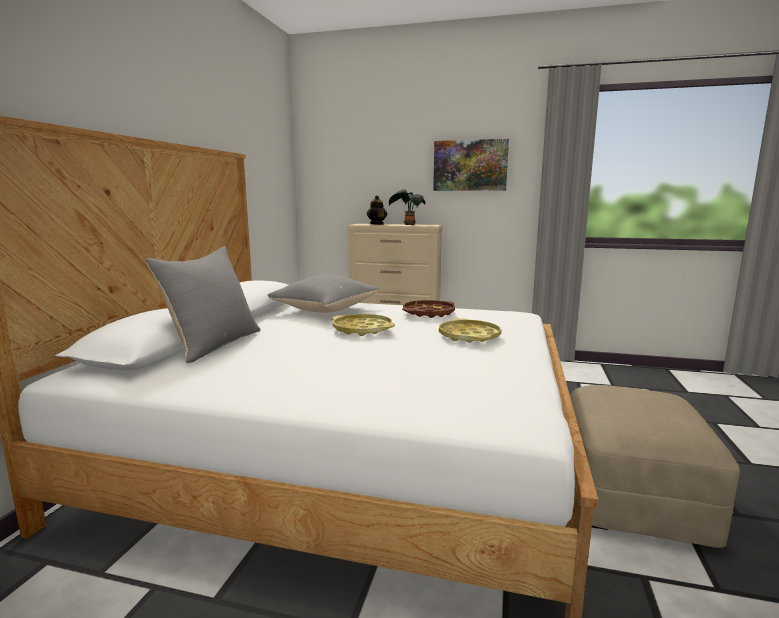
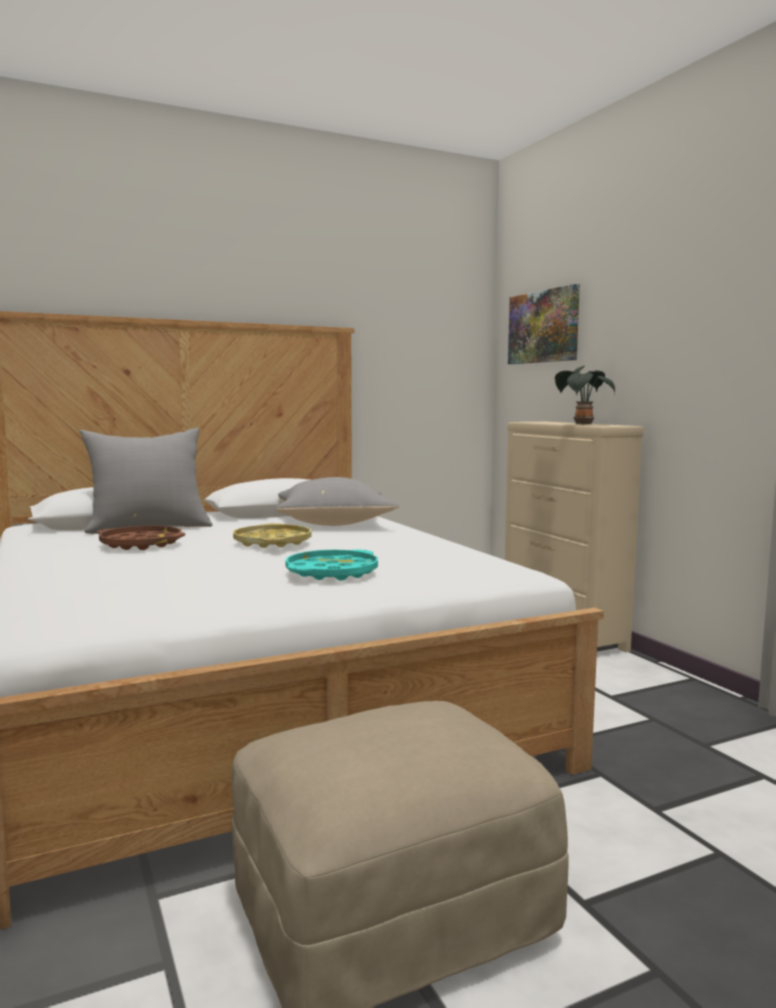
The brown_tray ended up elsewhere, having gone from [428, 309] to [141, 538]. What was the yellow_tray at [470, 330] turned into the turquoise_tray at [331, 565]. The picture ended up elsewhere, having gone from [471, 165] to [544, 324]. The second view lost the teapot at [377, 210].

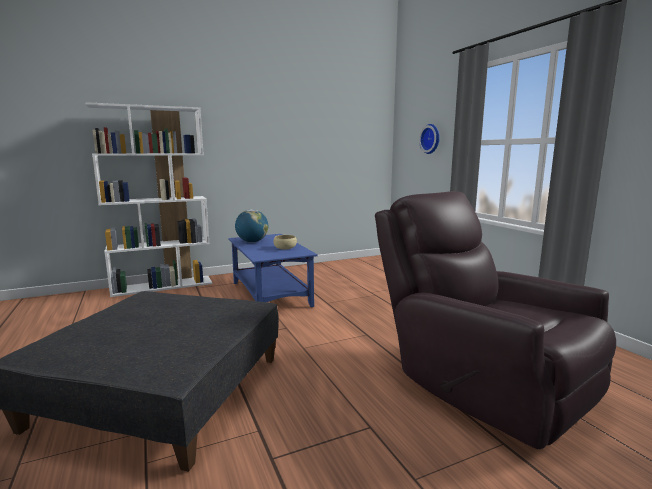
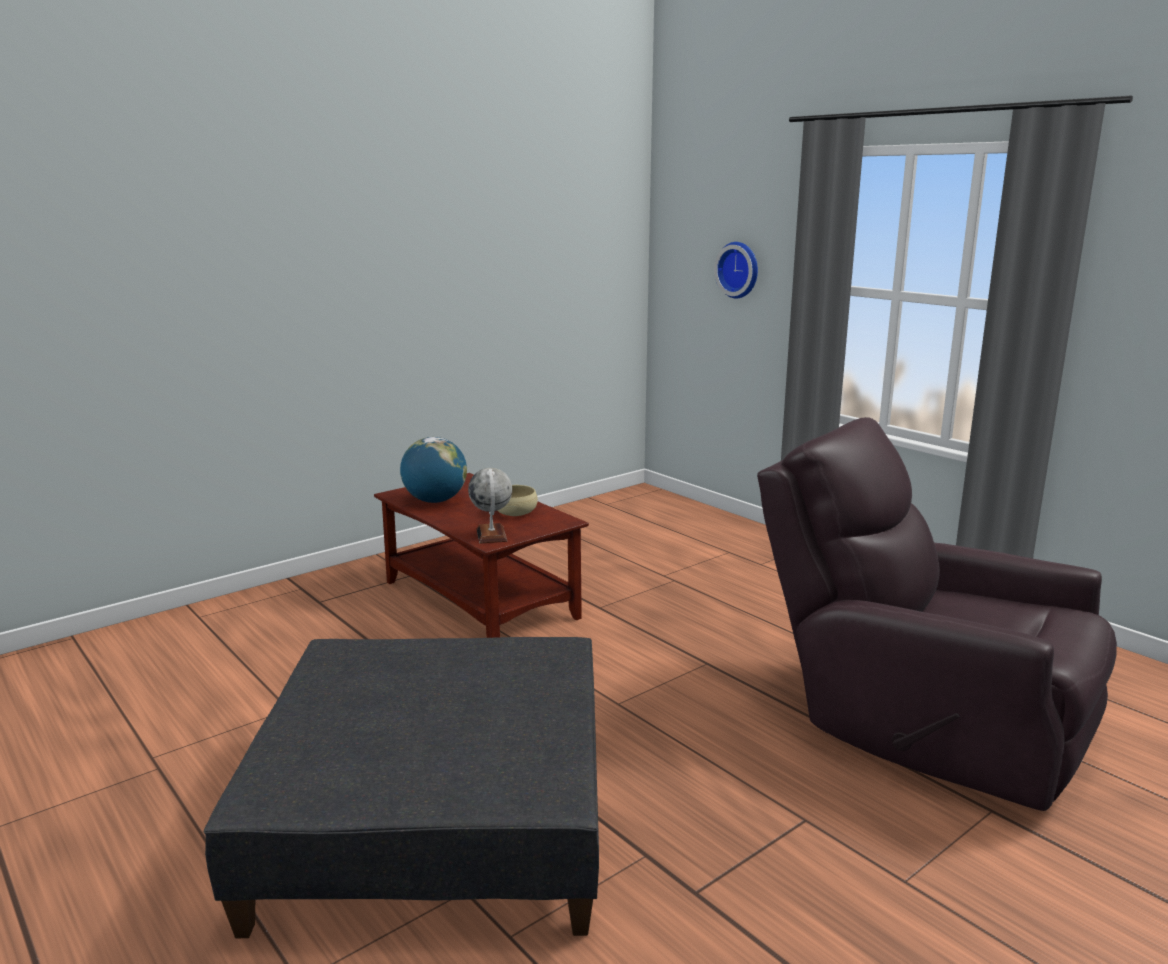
What was the blue_coffee_table at [273, 270] turned into the brown_coffee_table at [481, 555]. The second view gained the globe at [490, 506]. The second view lost the white_bookcase at [148, 199].

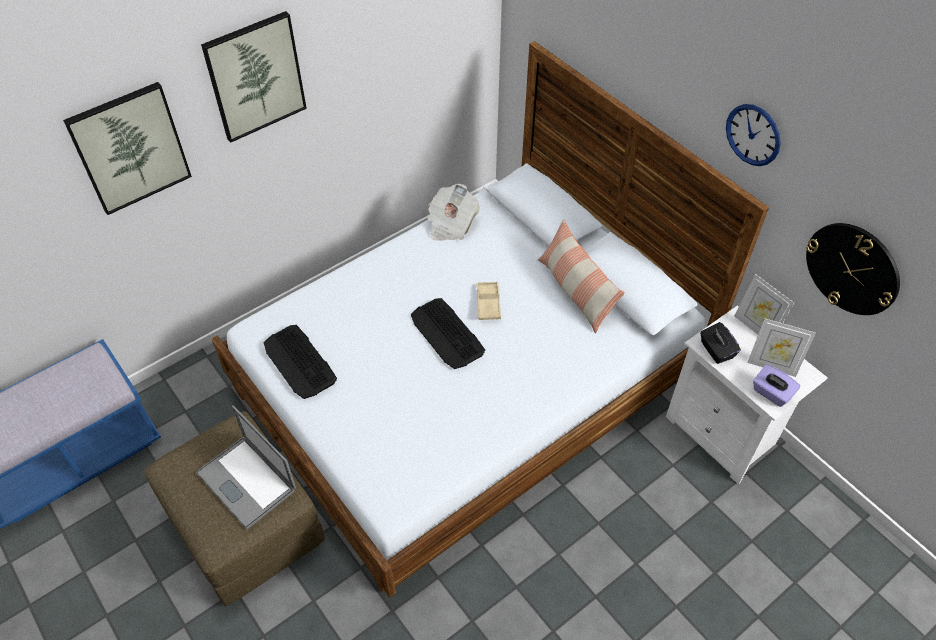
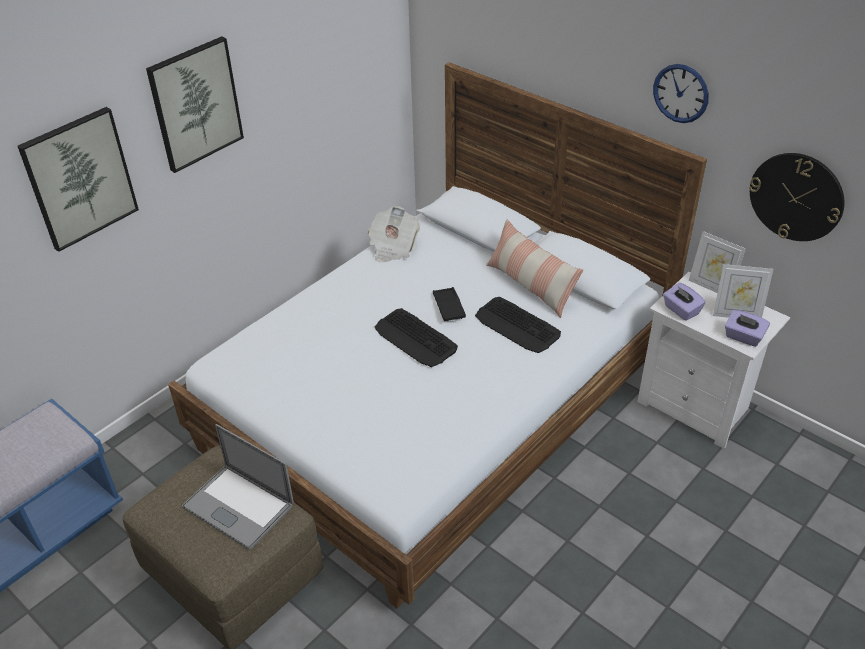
What was the beige_tray at [489, 300] turned into the black_tray at [449, 304]. The keyboard ended up elsewhere, having gone from [300, 362] to [518, 325]. What was the black_tissue_box at [720, 343] turned into the purple_tissue_box at [684, 302].

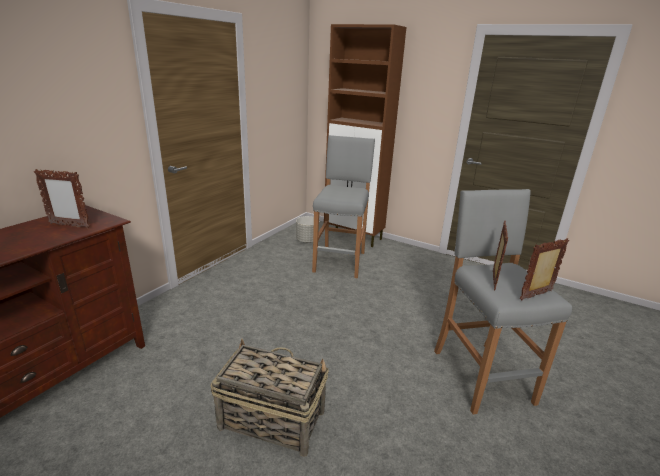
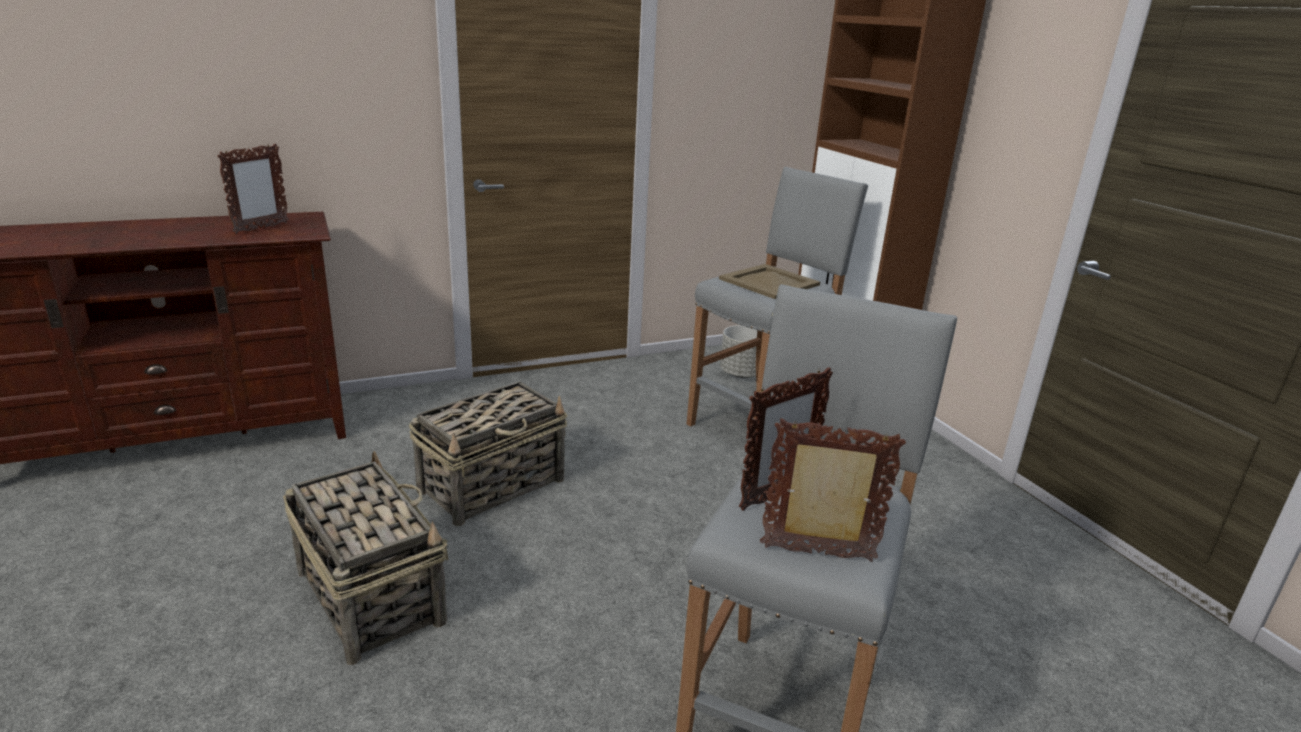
The picture_frame at [62, 198] ended up facing another way, 105 degrees counterclockwise from before. The second view gained the basket at [488, 453]. The second view gained the beige_tray at [769, 281].

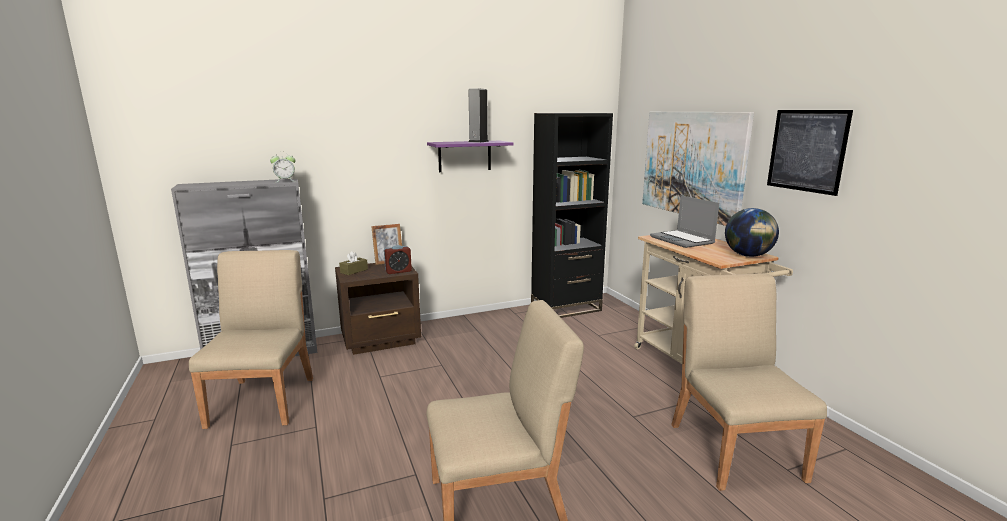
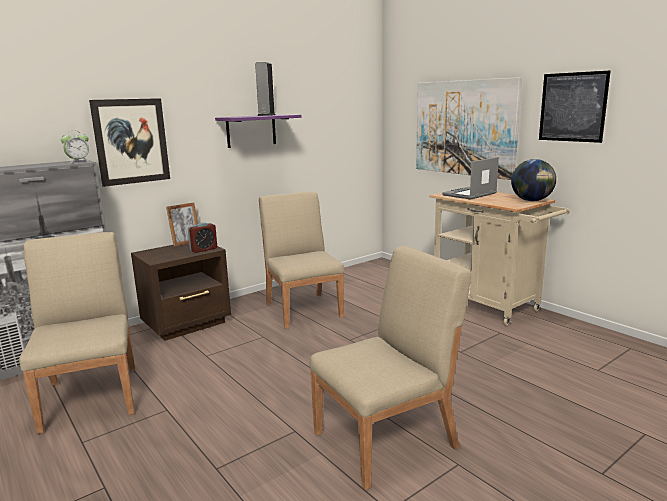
The second view gained the picture at [129, 142]. The beige_chair ended up elsewhere, having gone from [749, 382] to [301, 260]. The laptop at [684, 221] ended up facing another way, 90 degrees clockwise from before. The second view lost the brown_tissue_box at [353, 263]. The second view lost the black_bookcase at [572, 215].

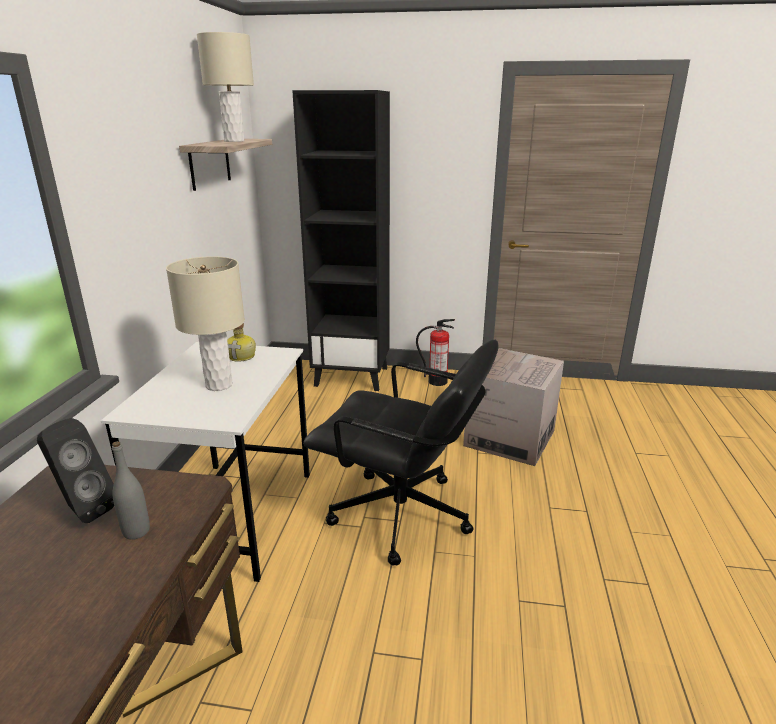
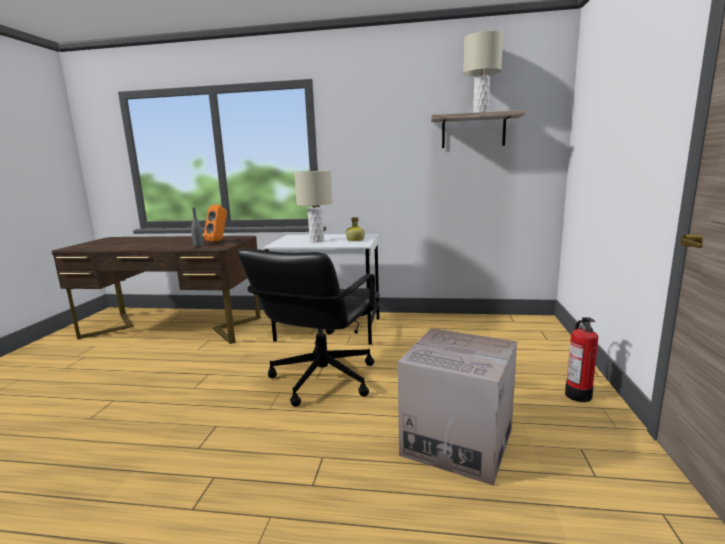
What was the black_speaker at [75, 470] turned into the orange_speaker at [215, 223]. The second view lost the black_bookcase at [341, 240].

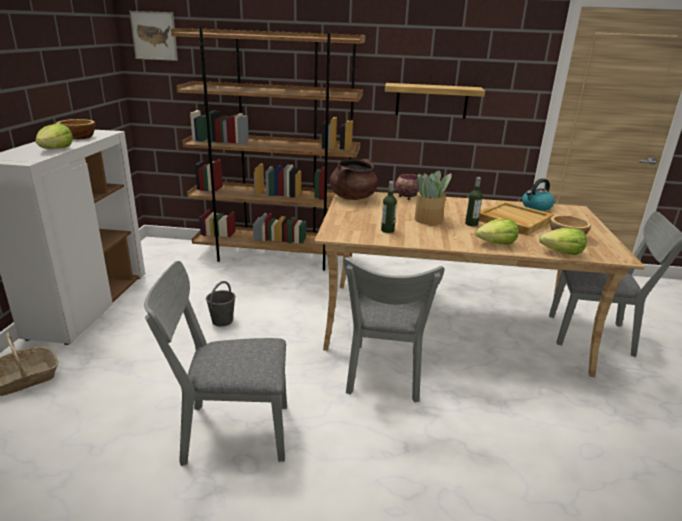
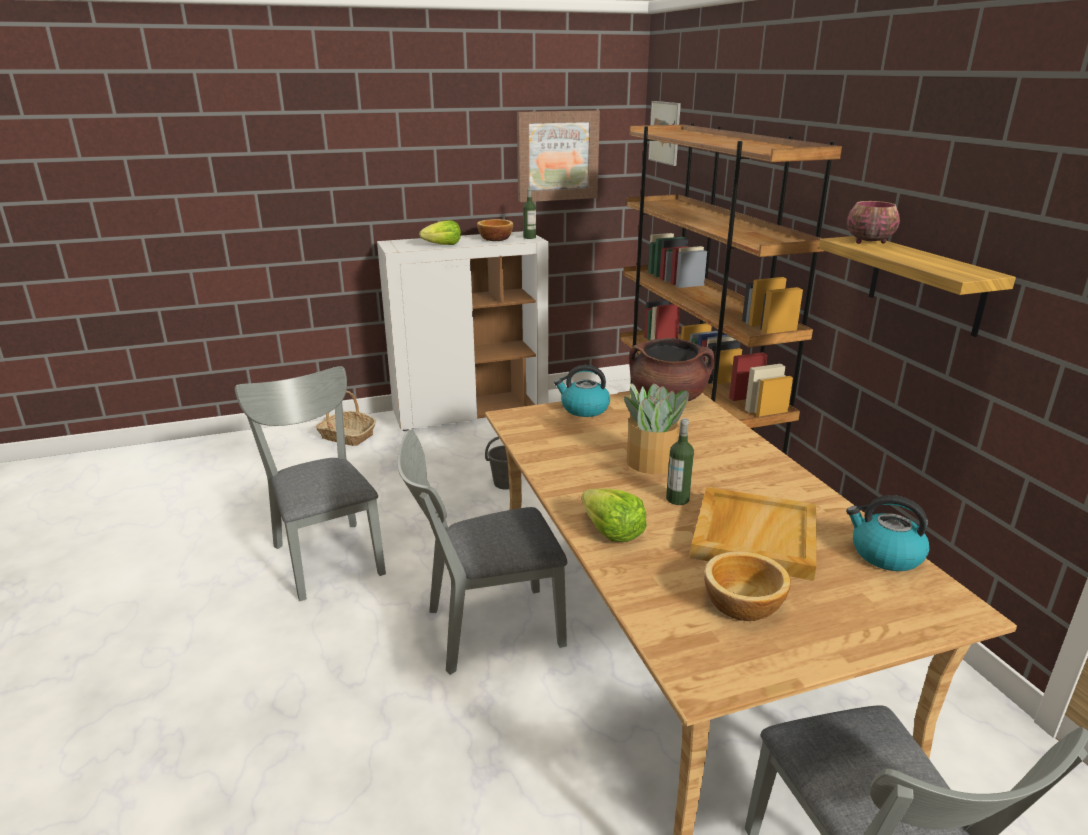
The second view gained the picture at [558, 156]. The bottle ended up elsewhere, having gone from [389, 207] to [529, 213]. The second view gained the kettle at [582, 391]. The bowl ended up elsewhere, having gone from [407, 187] to [873, 222]. The second view lost the lettuce at [563, 241].

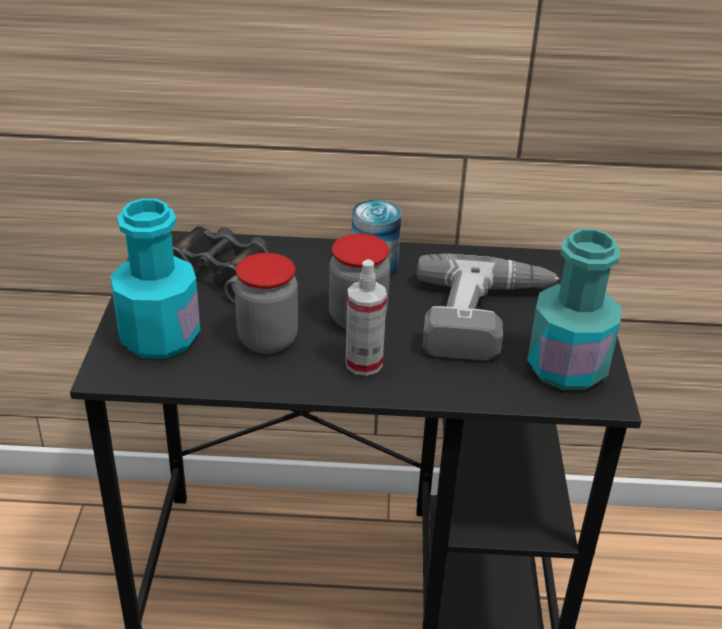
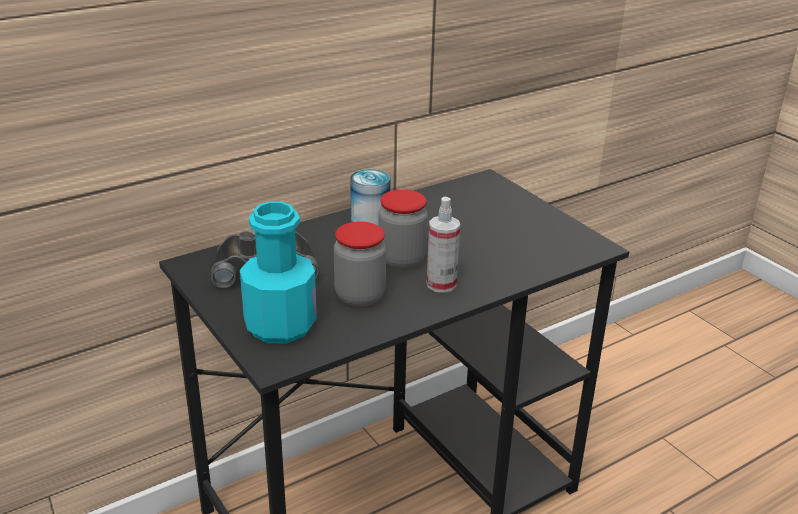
The second view lost the power_drill at [488, 307]. The second view lost the turquoise_bottle at [574, 309].

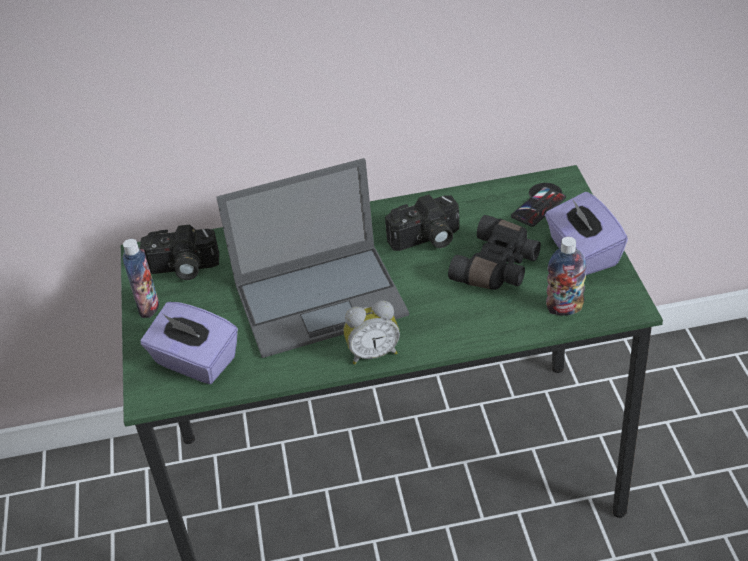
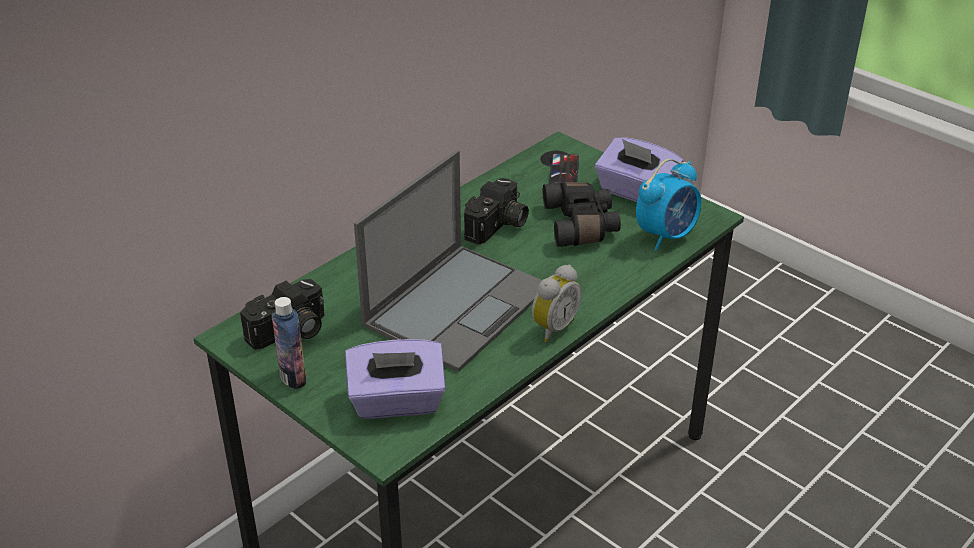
Where the bottle stood at [566, 276], the alarm_clock came to stand at [668, 205].

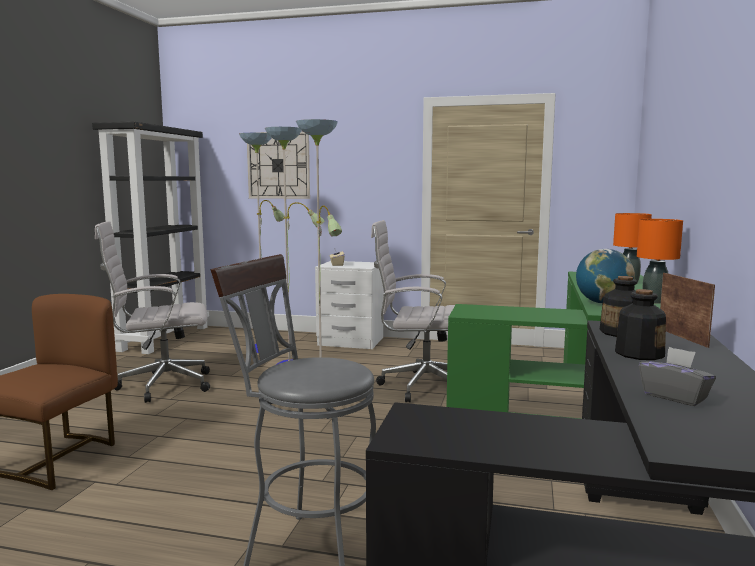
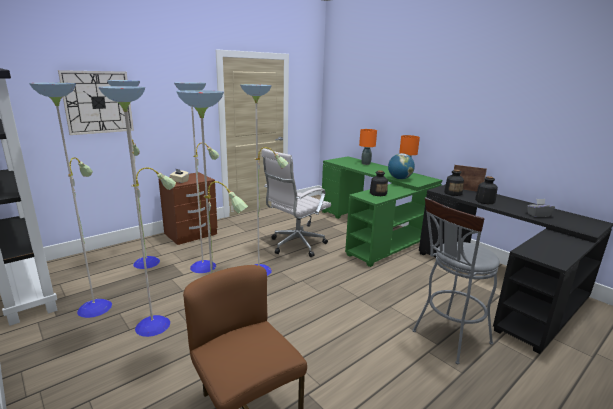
Where the white_office_chair stood at [152, 312], the floor_lamp came to stand at [138, 210]. What was the white_nightstand at [349, 305] turned into the brown_nightstand at [187, 208]. The second view gained the bottle at [379, 183].

